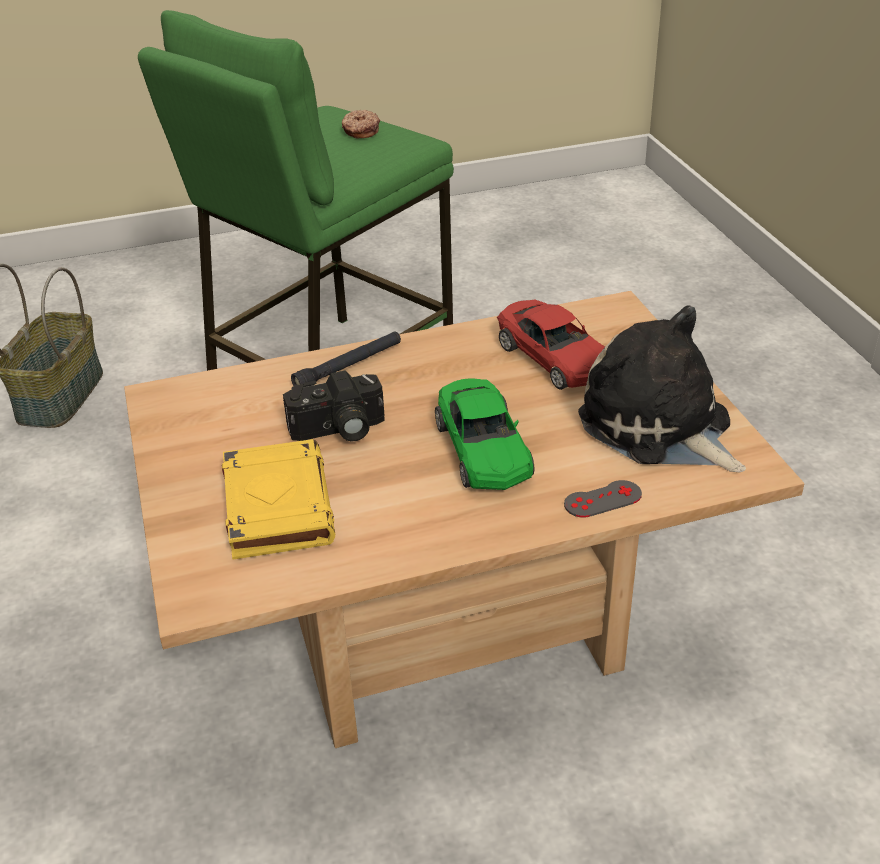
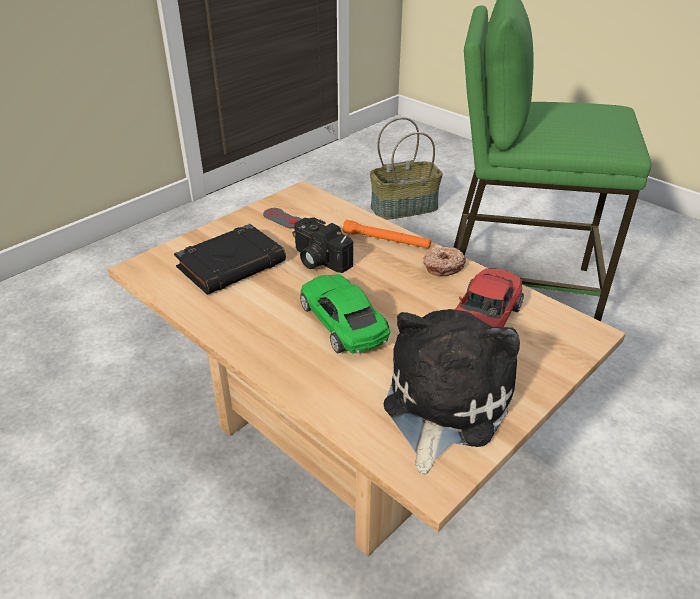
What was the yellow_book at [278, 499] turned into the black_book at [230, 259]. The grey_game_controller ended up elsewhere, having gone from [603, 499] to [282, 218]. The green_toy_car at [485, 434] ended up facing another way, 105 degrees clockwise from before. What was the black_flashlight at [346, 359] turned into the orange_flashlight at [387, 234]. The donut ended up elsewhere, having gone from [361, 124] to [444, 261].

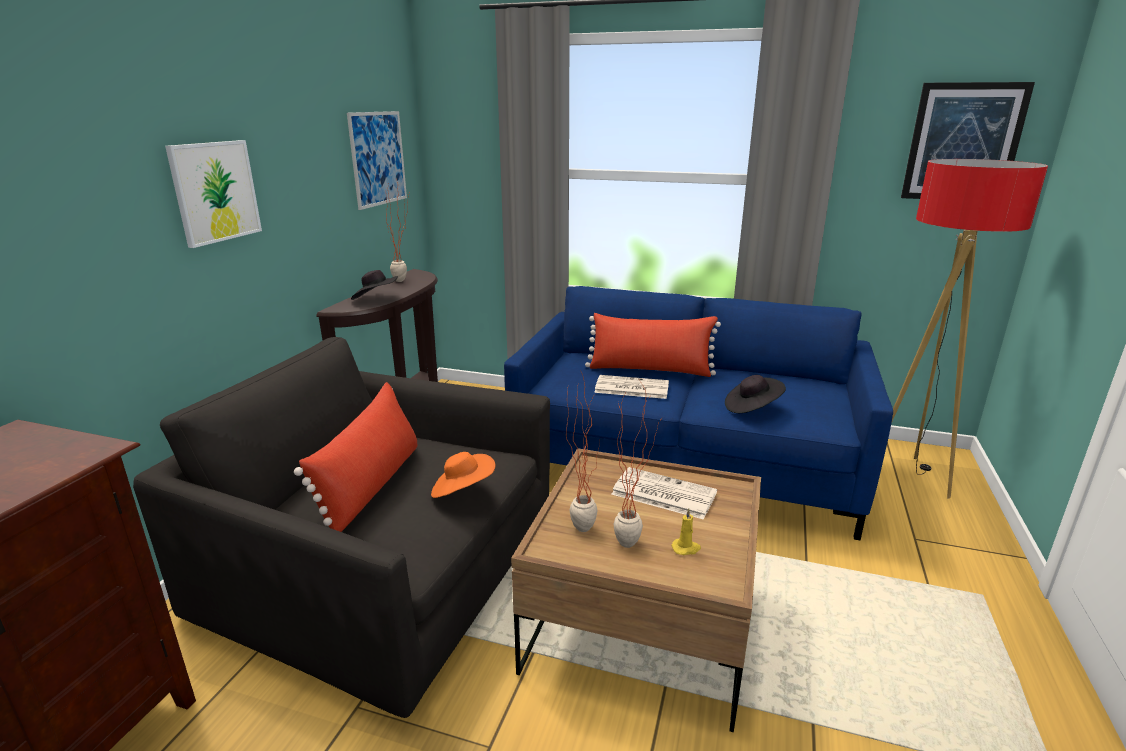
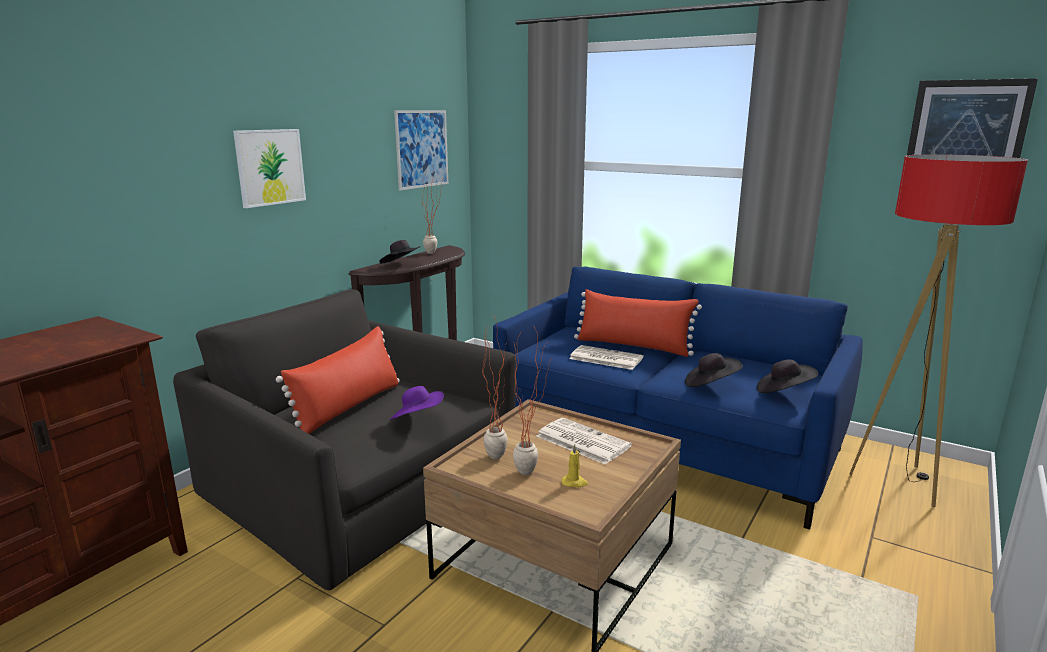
What was the orange_hat at [463, 475] turned into the purple_hat at [416, 403]. The second view gained the black_hat at [787, 376].

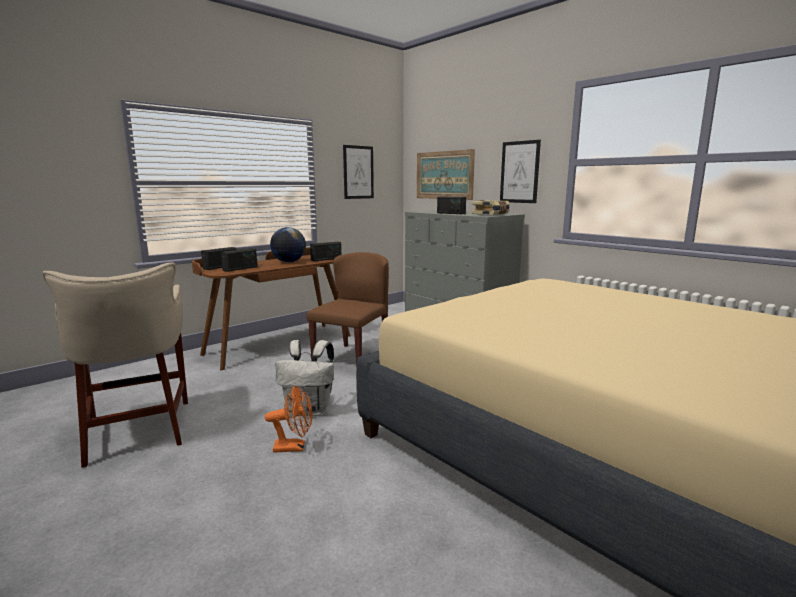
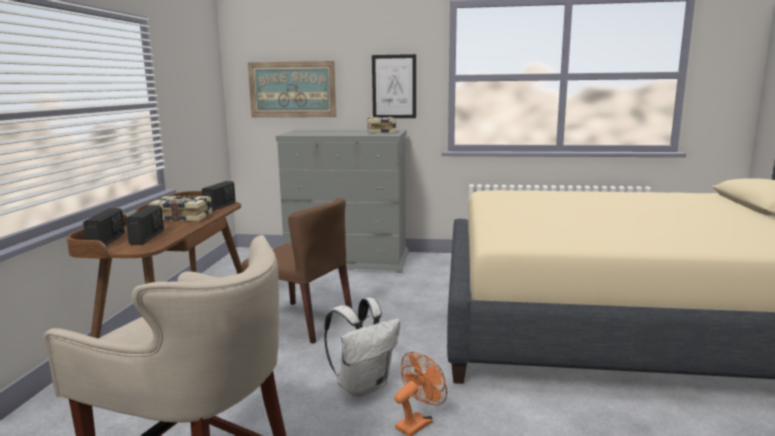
Where the globe stood at [288, 244], the book came to stand at [180, 209]. The brown_chair at [347, 309] ended up facing another way, 135 degrees clockwise from before. The second view lost the picture at [358, 172]. The second view lost the radio at [451, 205].

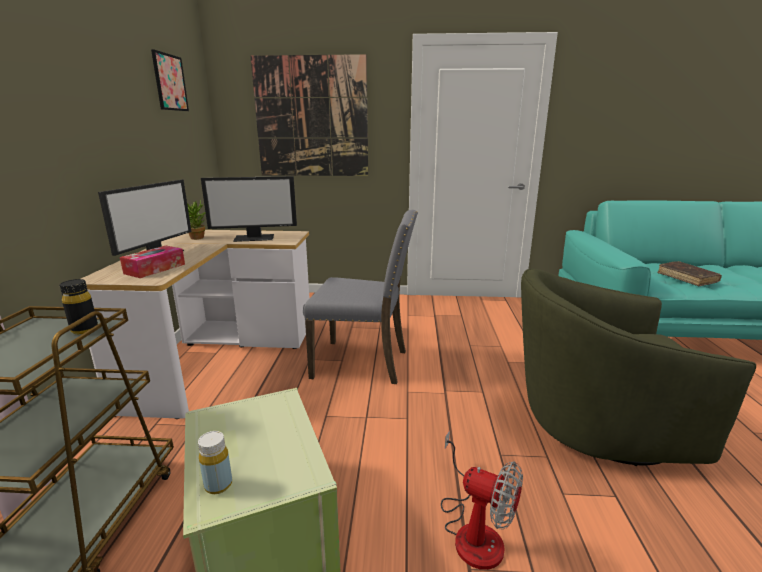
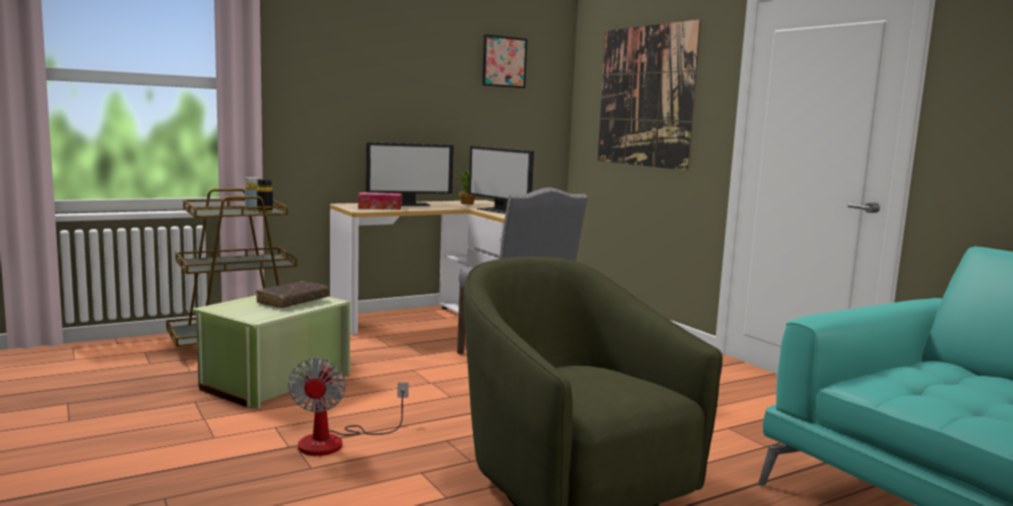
The yellow_bottle ended up elsewhere, having gone from [215, 462] to [252, 193]. The brown_book ended up elsewhere, having gone from [689, 273] to [292, 294].

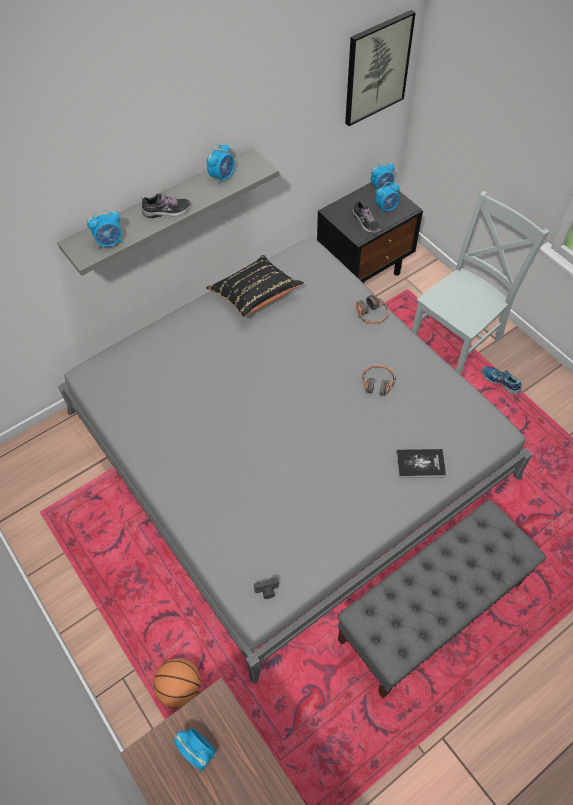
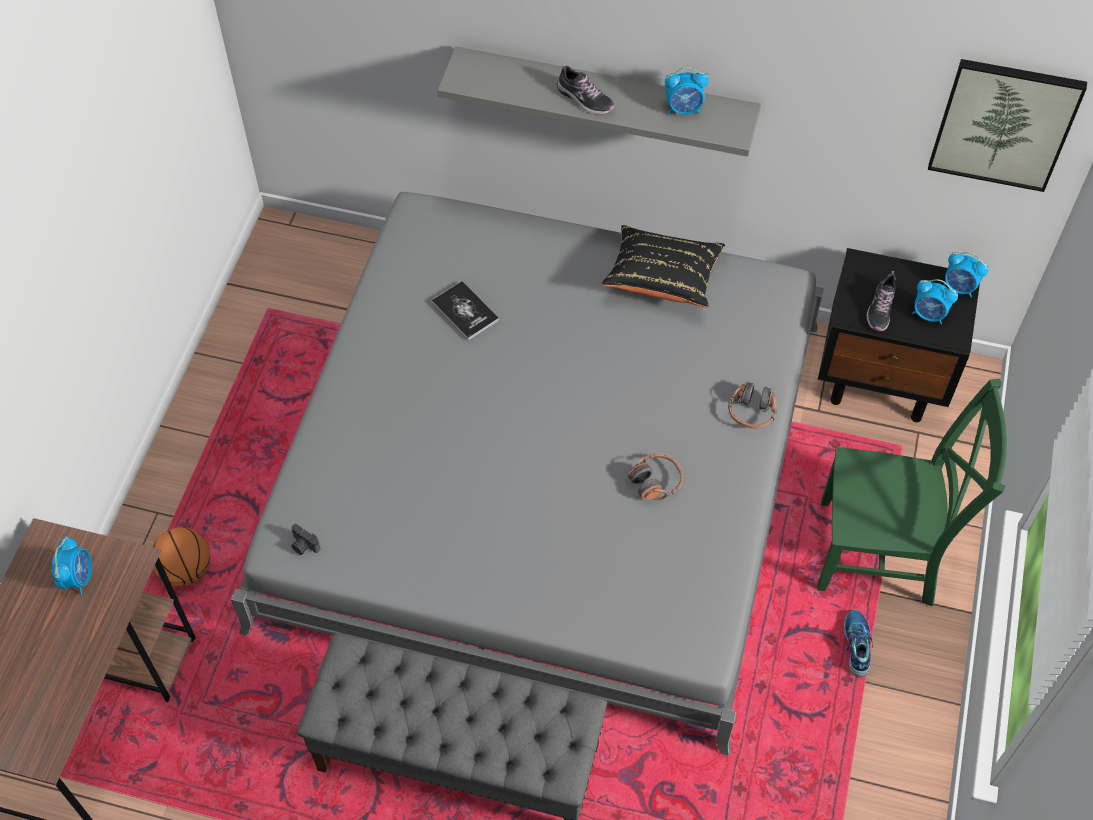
The book ended up elsewhere, having gone from [421, 463] to [465, 310]. What was the grey_chair at [481, 282] turned into the green_chair at [912, 492]. The second view lost the alarm_clock at [105, 230].

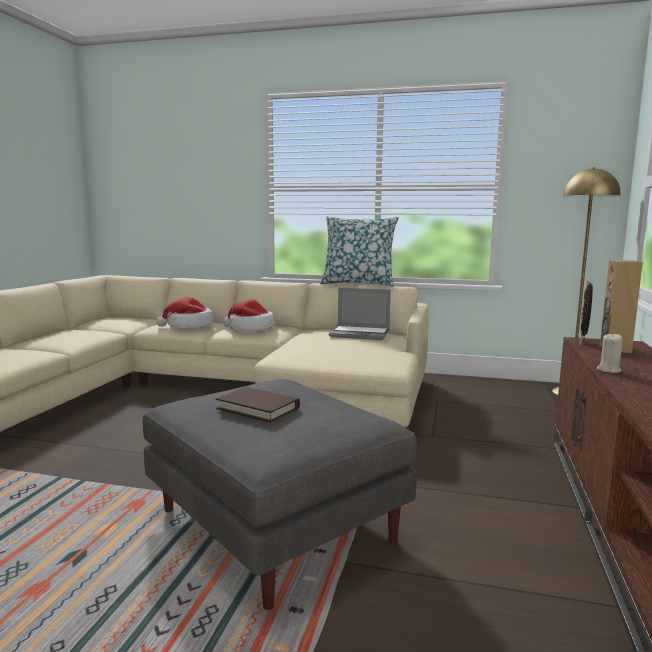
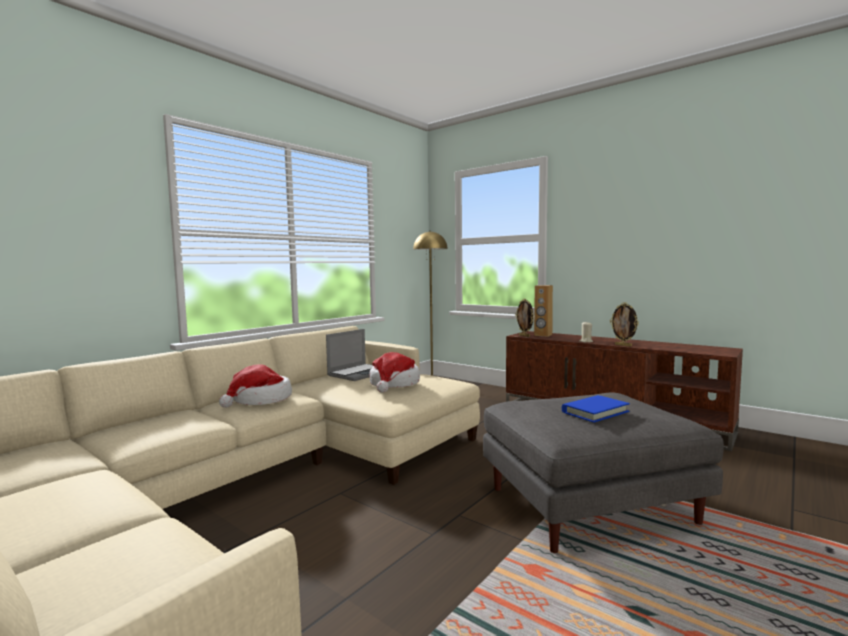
The hat ended up elsewhere, having gone from [185, 312] to [394, 372]. What was the brown_book at [258, 405] turned into the blue_book at [596, 409]. The second view gained the picture_frame at [624, 324]. The second view lost the pillow at [359, 251].

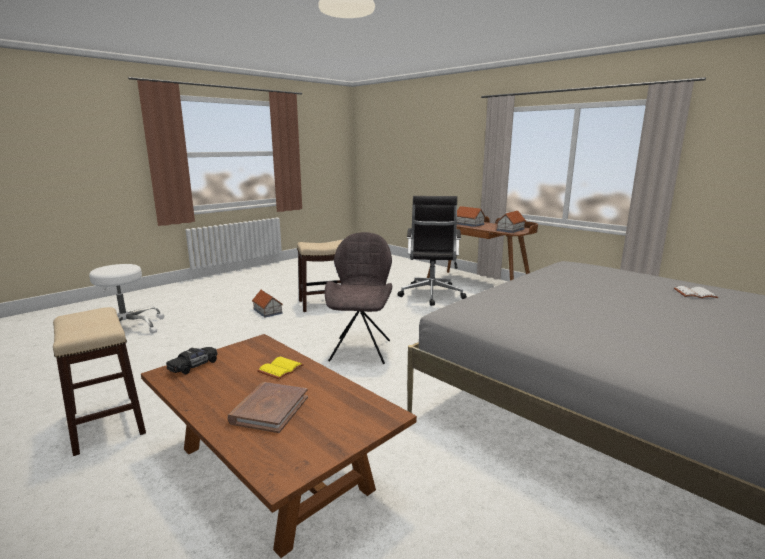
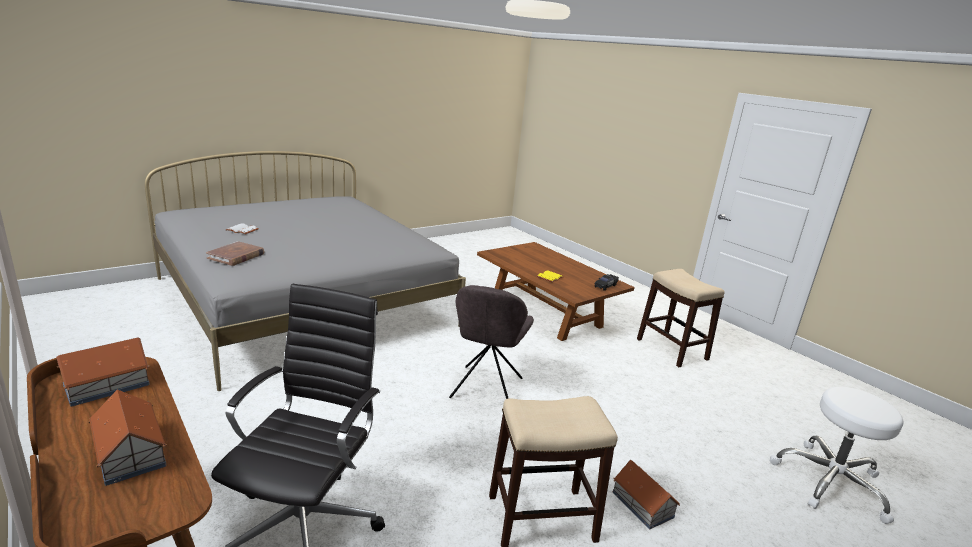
The brown_book ended up elsewhere, having gone from [267, 407] to [235, 253].

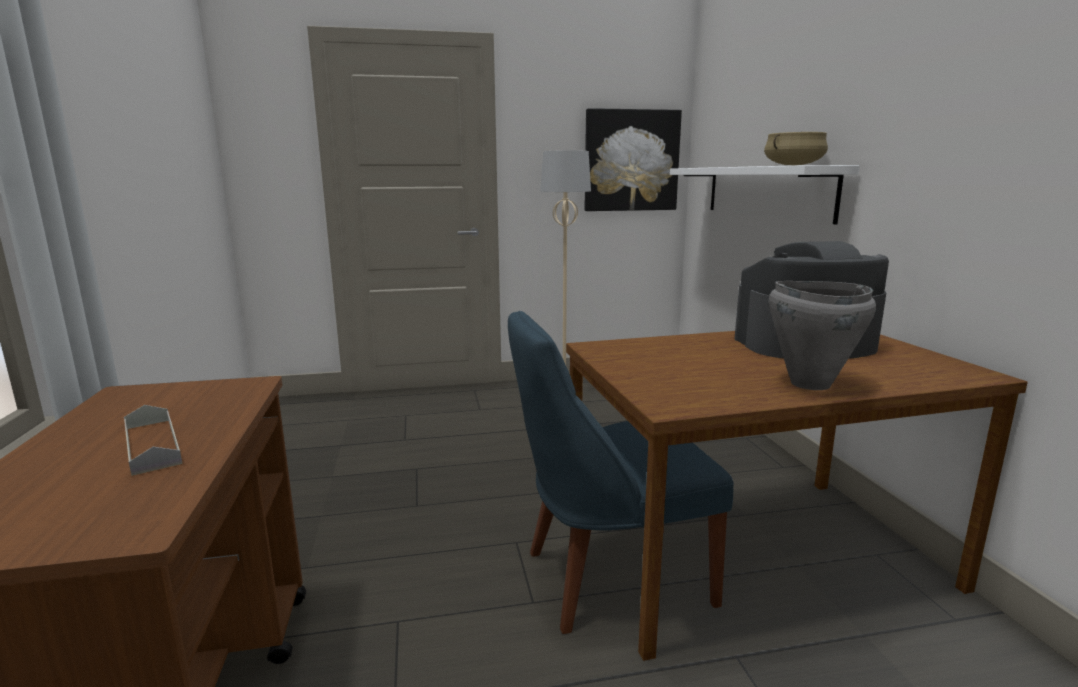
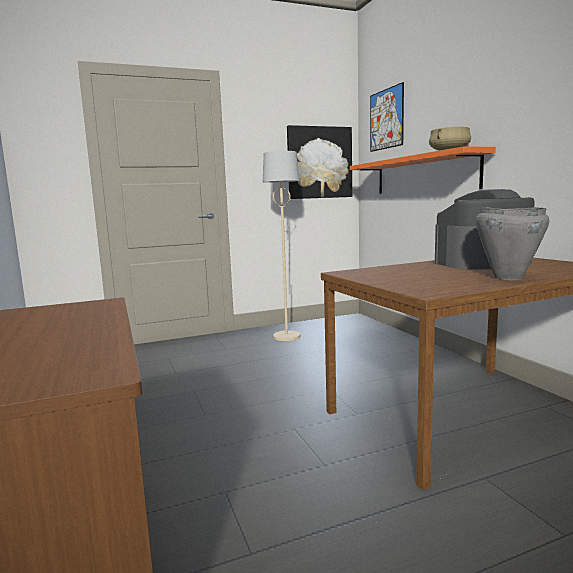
What was the white_shelf at [765, 195] turned into the orange_shelf at [423, 170]. The second view gained the picture at [387, 117]. The second view lost the grey_tray at [153, 440]. The second view lost the blue_chair at [621, 472].

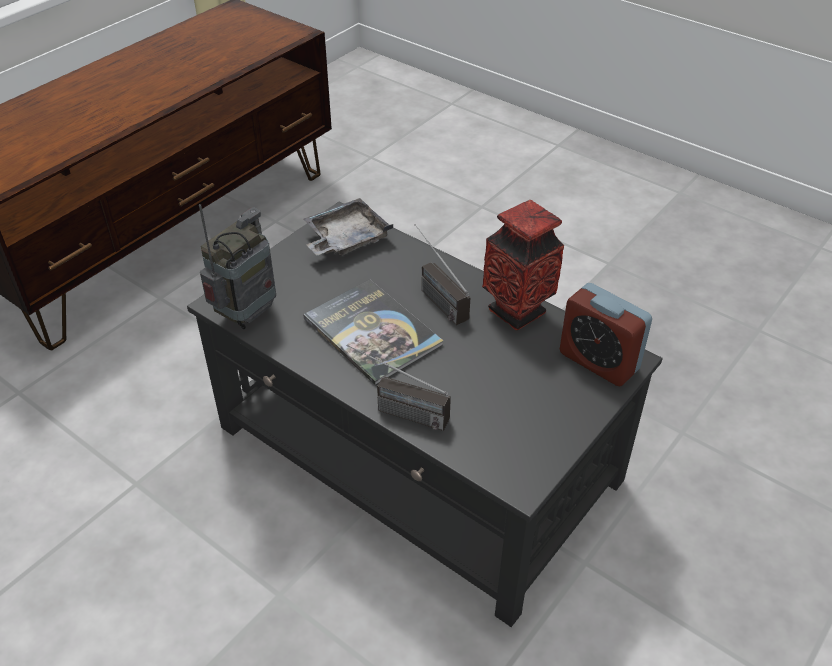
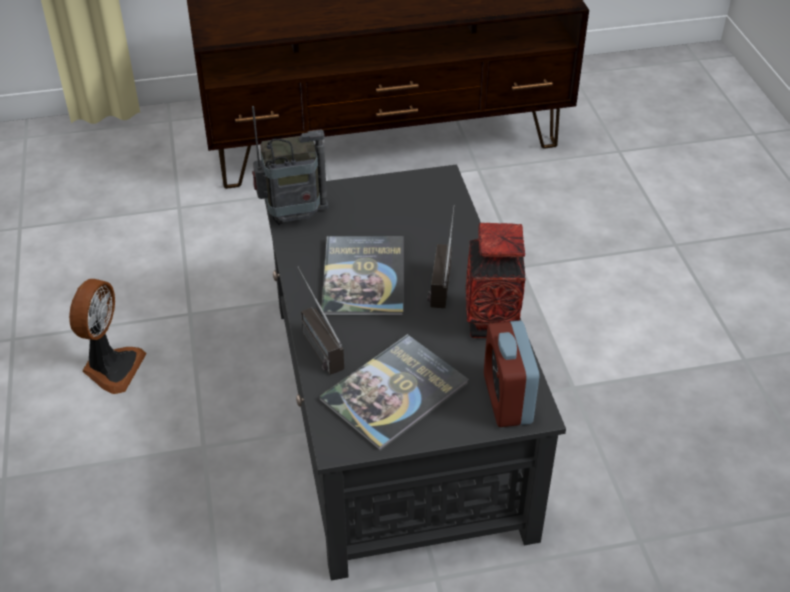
The second view gained the fan at [108, 336]. The second view gained the book at [393, 392]. The second view lost the grey_tray at [348, 227].

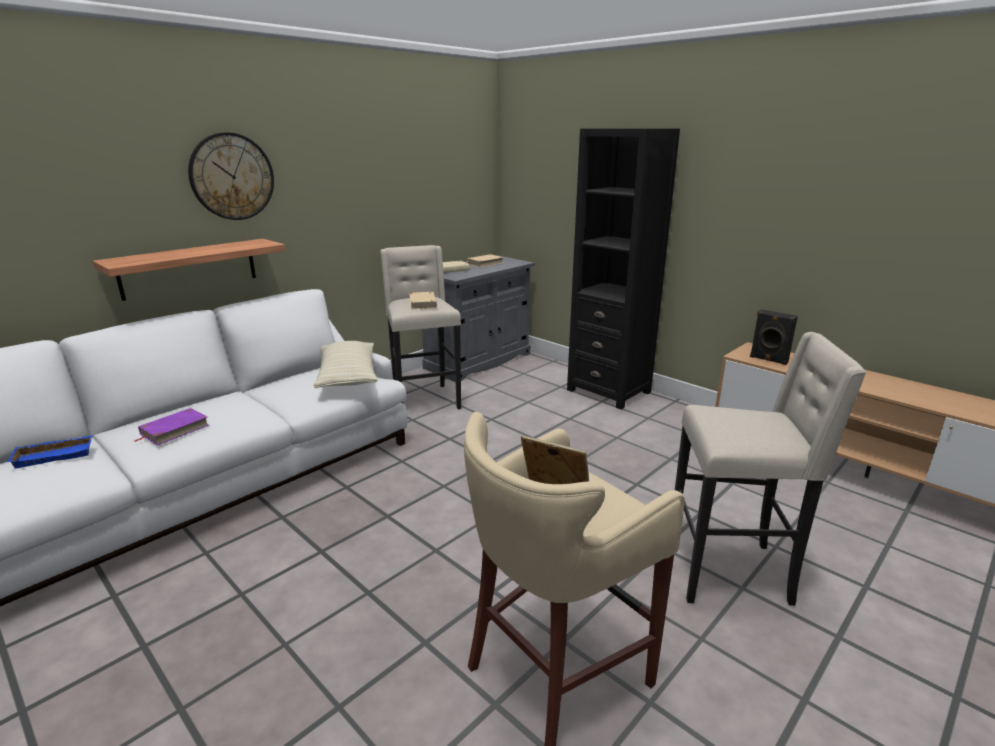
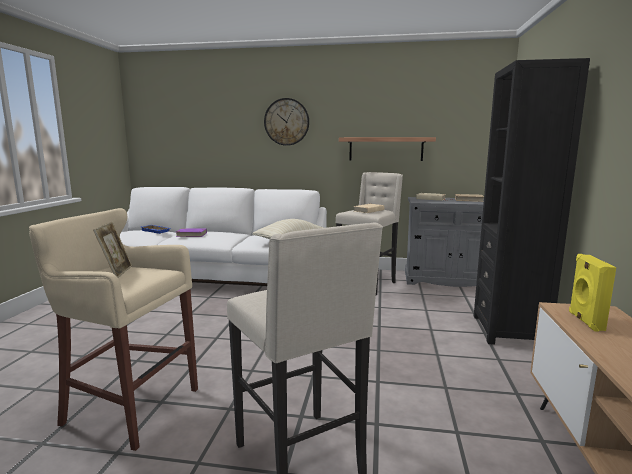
The shelf ended up elsewhere, having gone from [189, 270] to [387, 149]. What was the black_speaker at [774, 337] turned into the yellow_speaker at [592, 292].

